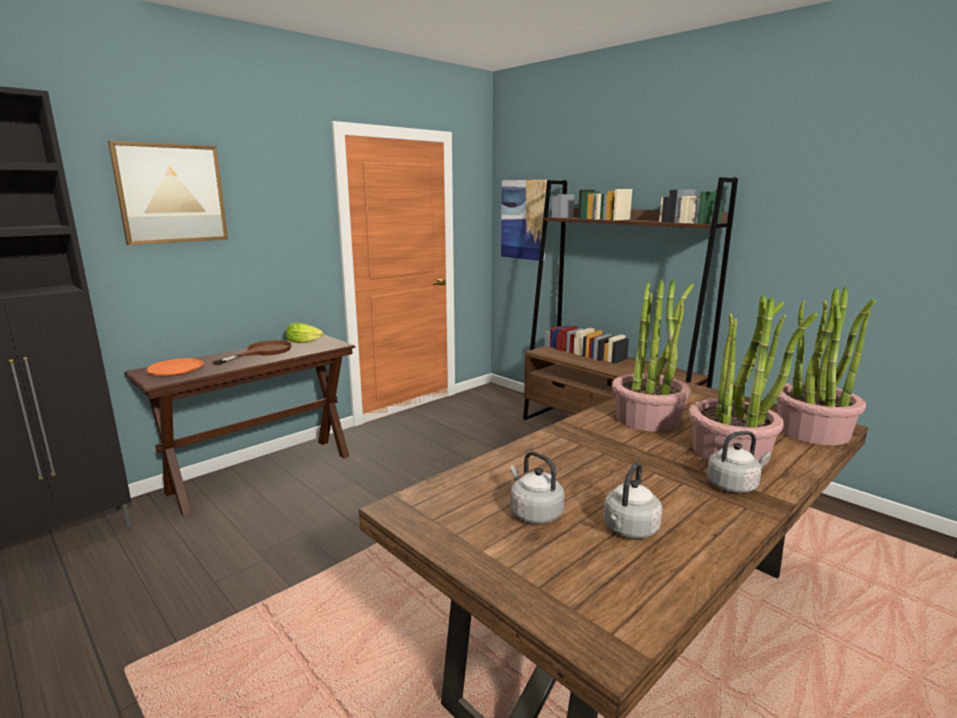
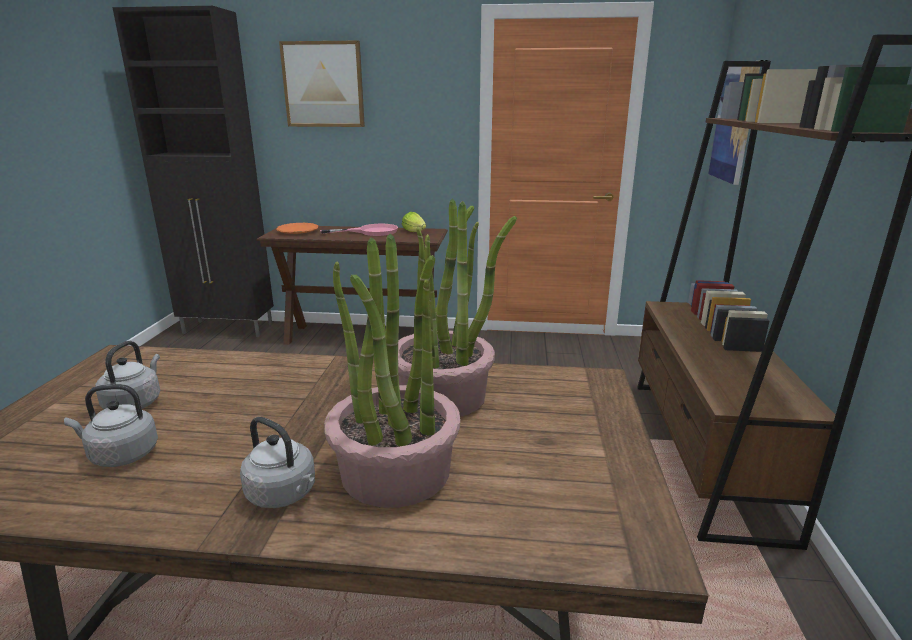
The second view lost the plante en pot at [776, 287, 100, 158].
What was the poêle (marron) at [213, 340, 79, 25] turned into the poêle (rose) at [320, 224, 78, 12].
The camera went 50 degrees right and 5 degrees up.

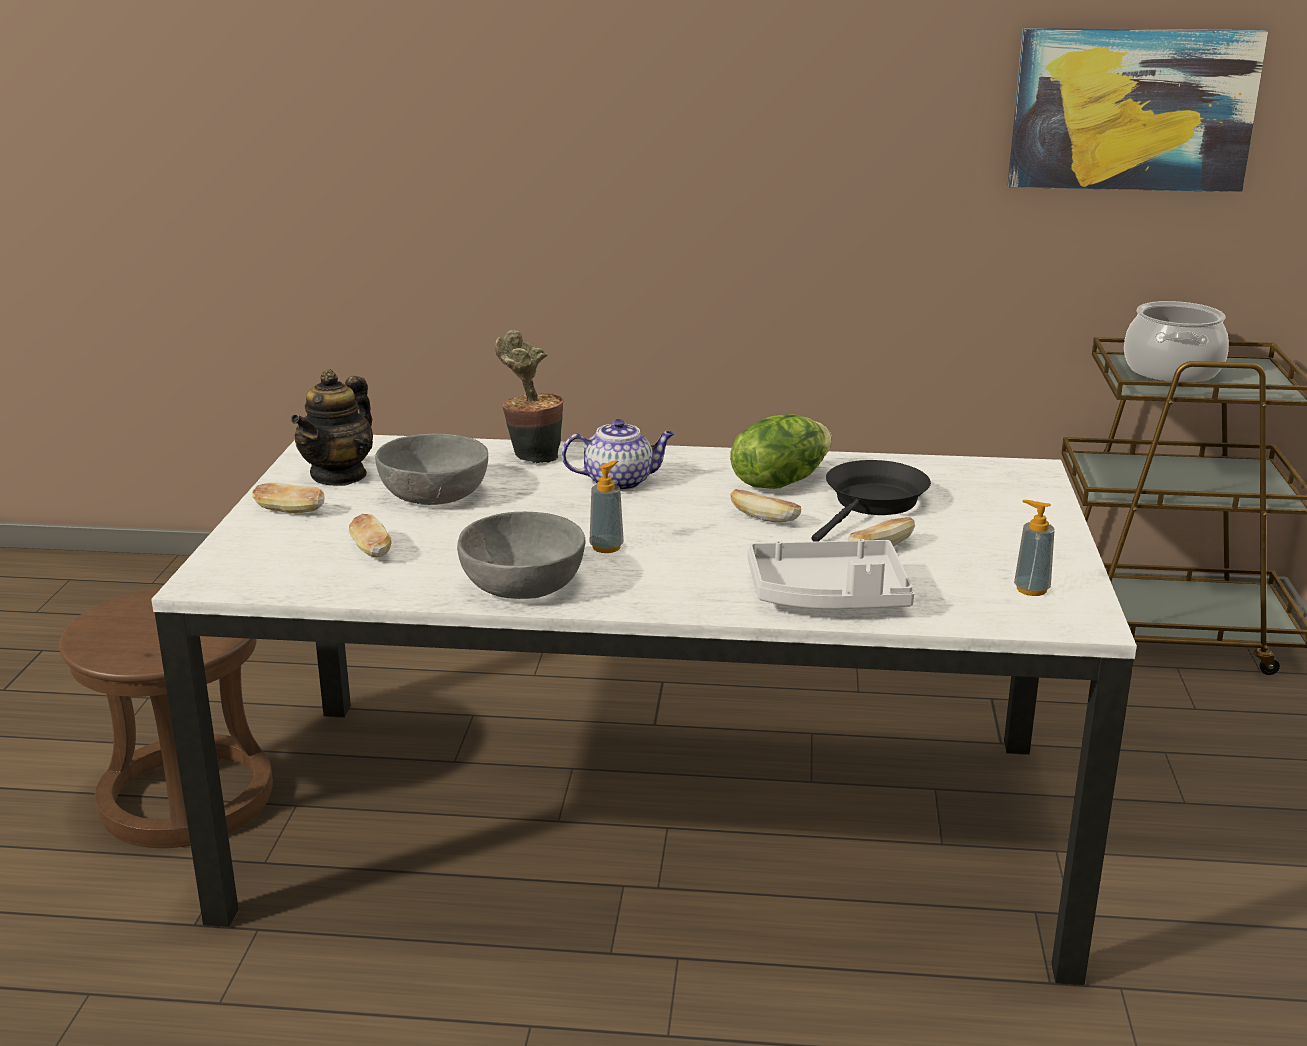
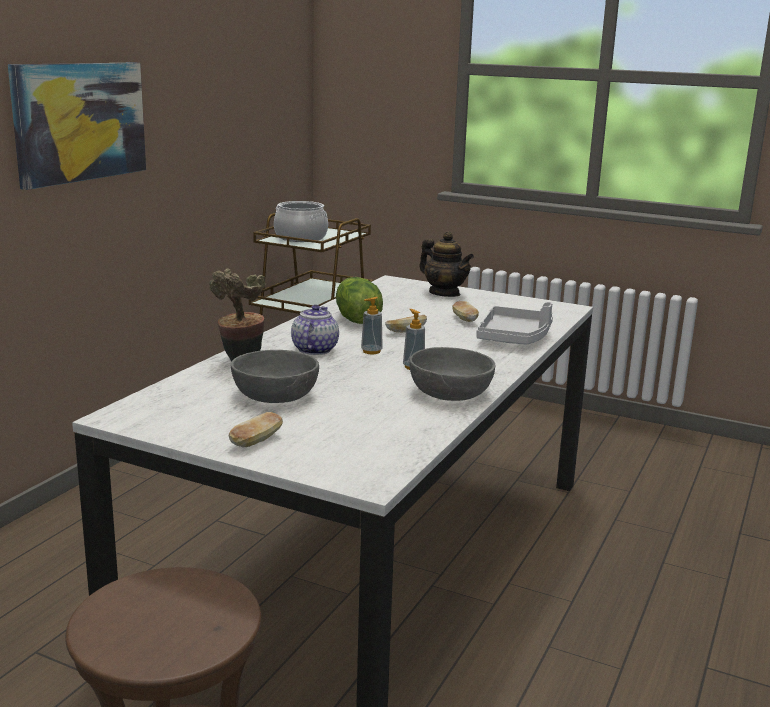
The second view lost the pain at [349, 514, 43, 44].
The second view lost the poêle (noir) at [812, 460, 119, 82].
The théière ended up elsewhere, having gone from [291, 369, 82, 117] to [420, 231, 54, 66].
The tableau ended up elsewhere, having gone from [1008, 28, 260, 164] to [8, 63, 138, 127].
The distributeur de savon ended up elsewhere, having gone from [1014, 500, 41, 96] to [361, 297, 22, 57].
The camera went 70 degrees left and 5 degrees down.

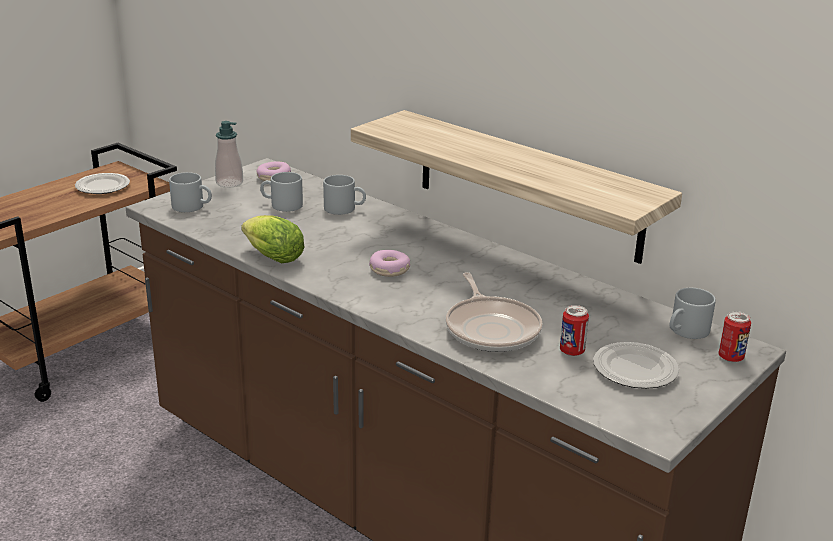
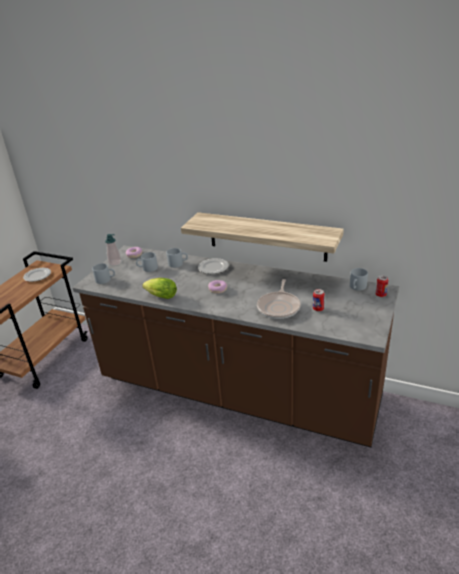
The assiette ended up elsewhere, having gone from [593, 342, 86, 47] to [198, 258, 31, 16].
The poêle at [446, 272, 97, 80] ended up facing another way, 45 degrees clockwise from before.
The camera went 15 degrees left and 5 degrees up.

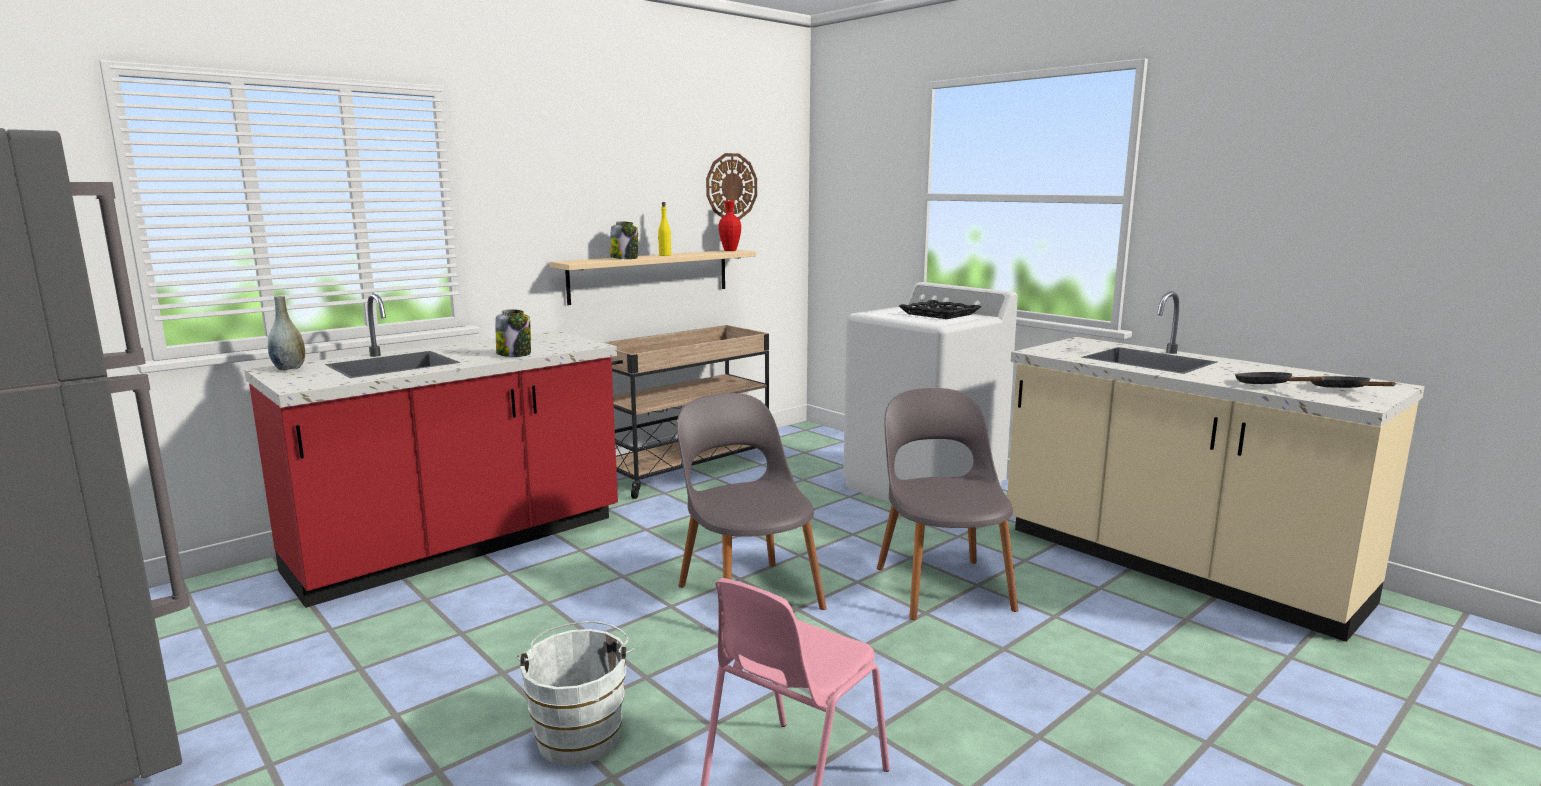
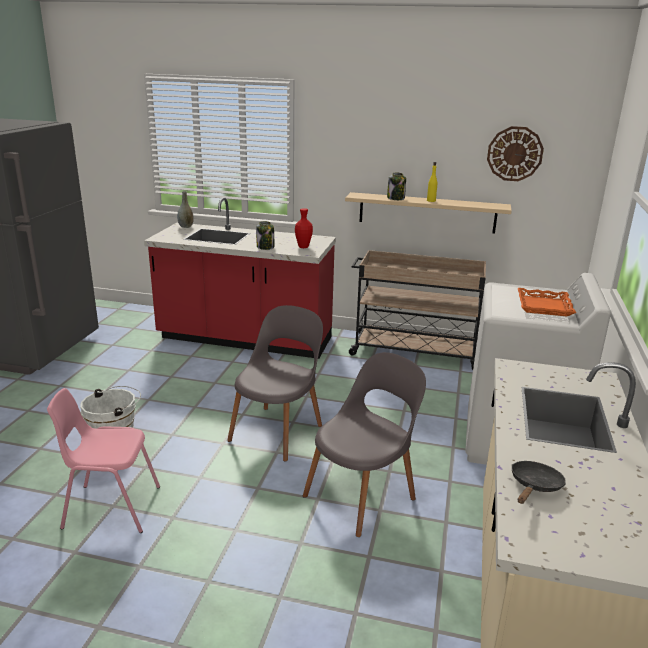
The second view lost the poêle (noir) at [1311, 376, 85, 12].
The vase (rouge) ended up elsewhere, having gone from [719, 201, 22, 50] to [295, 208, 18, 40].
What was the plateau (noir) at [899, 300, 82, 19] turned into the plateau (orange) at [518, 288, 58, 28].
The camera went 55 degrees right and 10 degrees up.

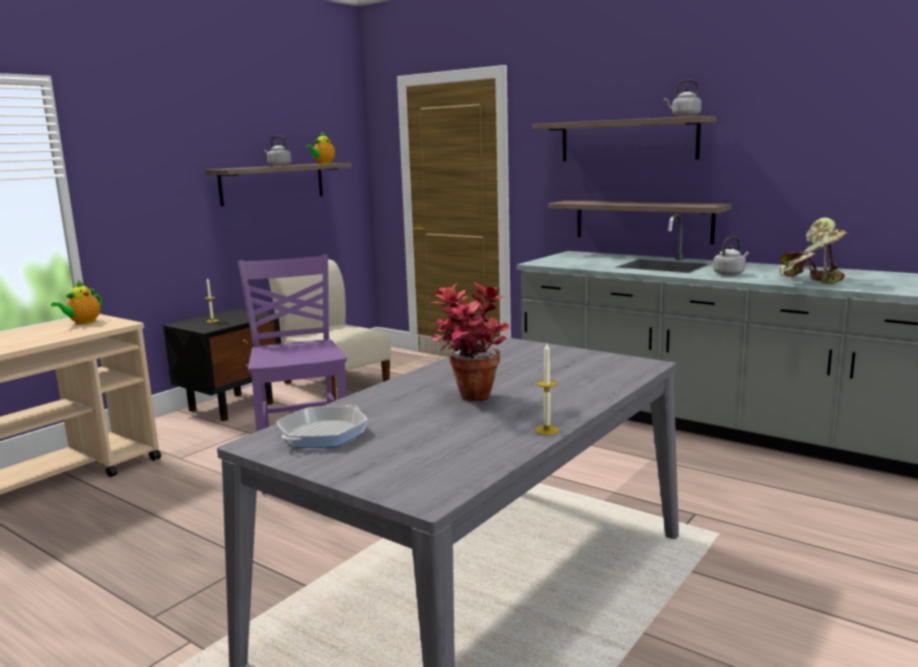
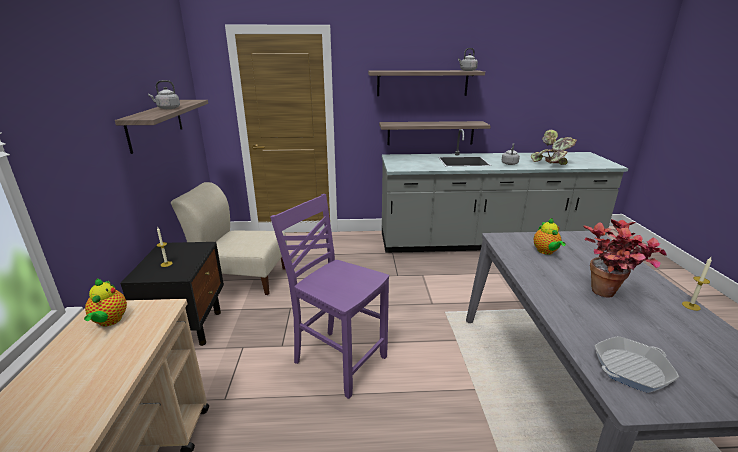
The théière ended up elsewhere, having gone from [306, 132, 29, 32] to [534, 218, 32, 37].
The poêle at [276, 405, 92, 43] ended up facing another way, 75 degrees clockwise from before.
The camera went 40 degrees left and 10 degrees up.

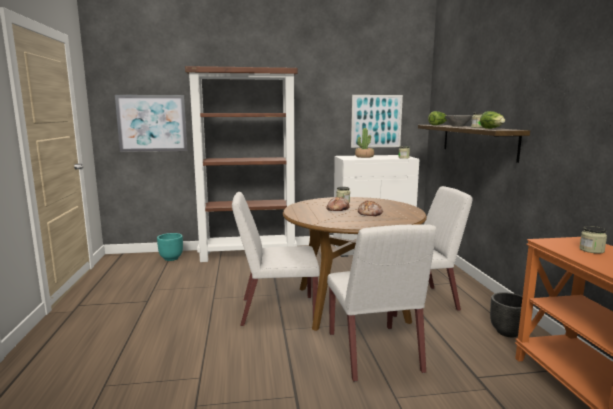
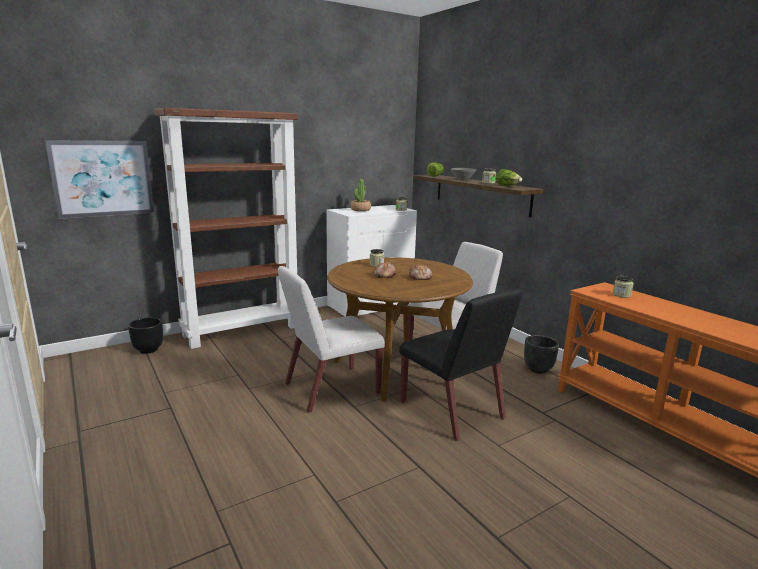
The second view lost the tableau at [351, 95, 52, 53].
What was the cache-pot (turquoise) at [157, 233, 26, 28] turned into the cache-pot (noir) at [128, 317, 35, 37].
What was the chaise (blanc) at [327, 224, 109, 158] turned into the chaise (noir) at [399, 289, 123, 152].
The camera went 25 degrees left and 5 degrees up.

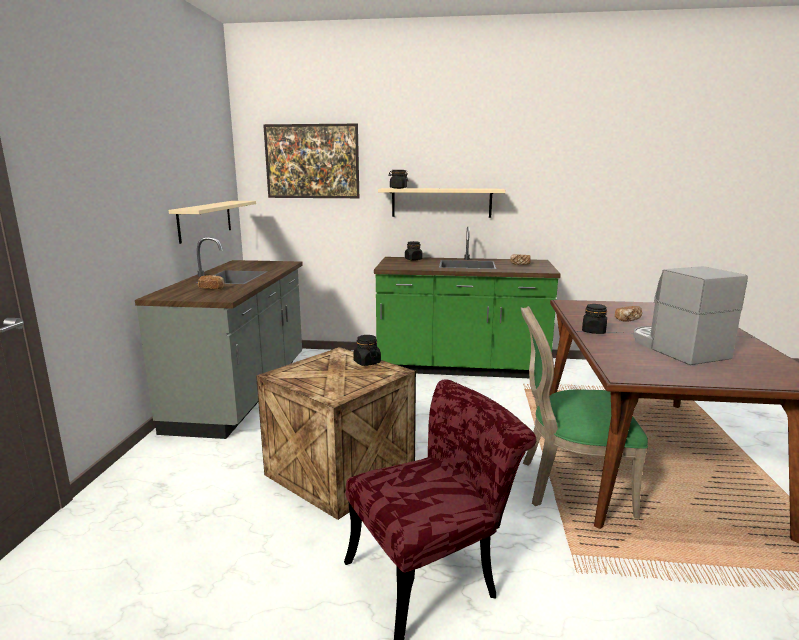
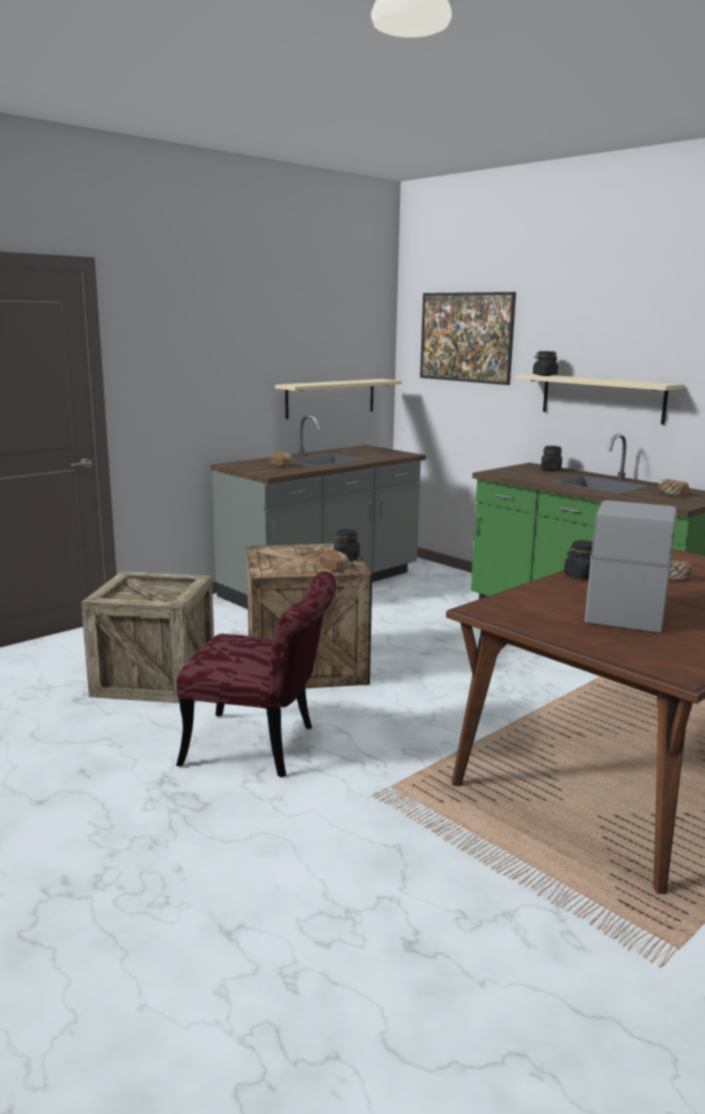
The second view lost the chaise (vert) at [521, 306, 127, 213].
The second view gained the caisse at [81, 571, 133, 132].
The second view gained the pain at [319, 550, 30, 21].
The camera went 40 degrees right and 0 degrees up.

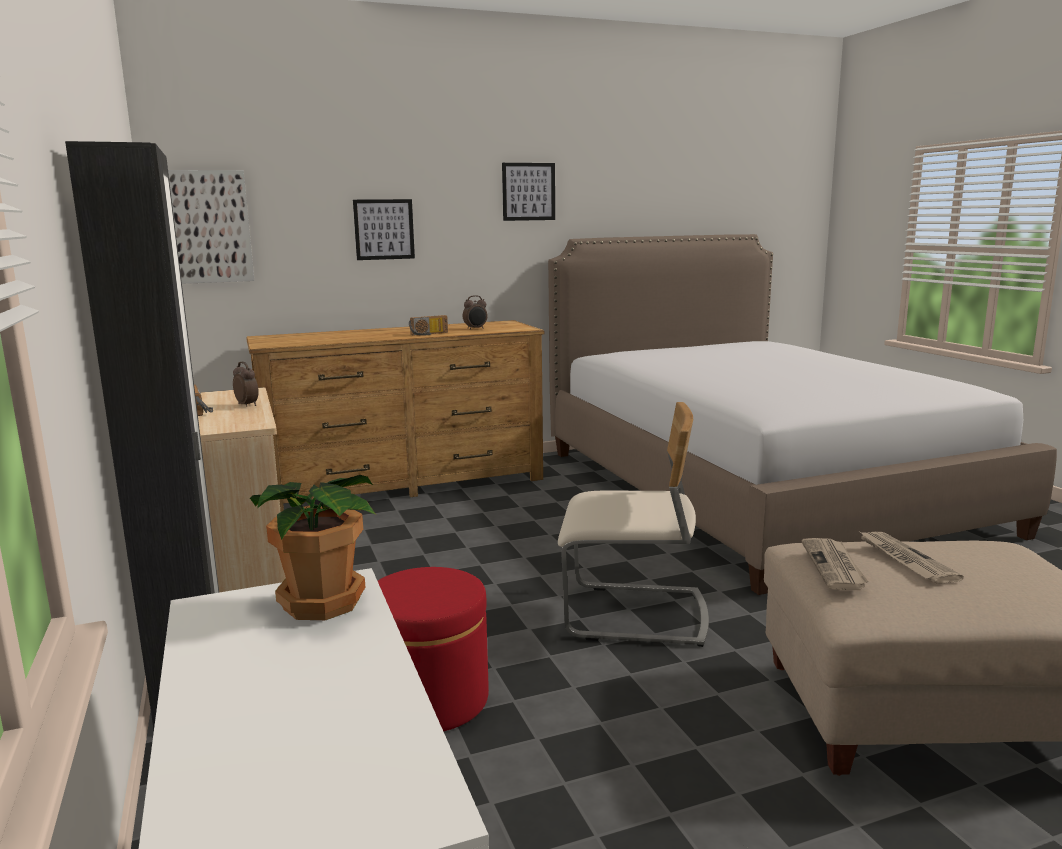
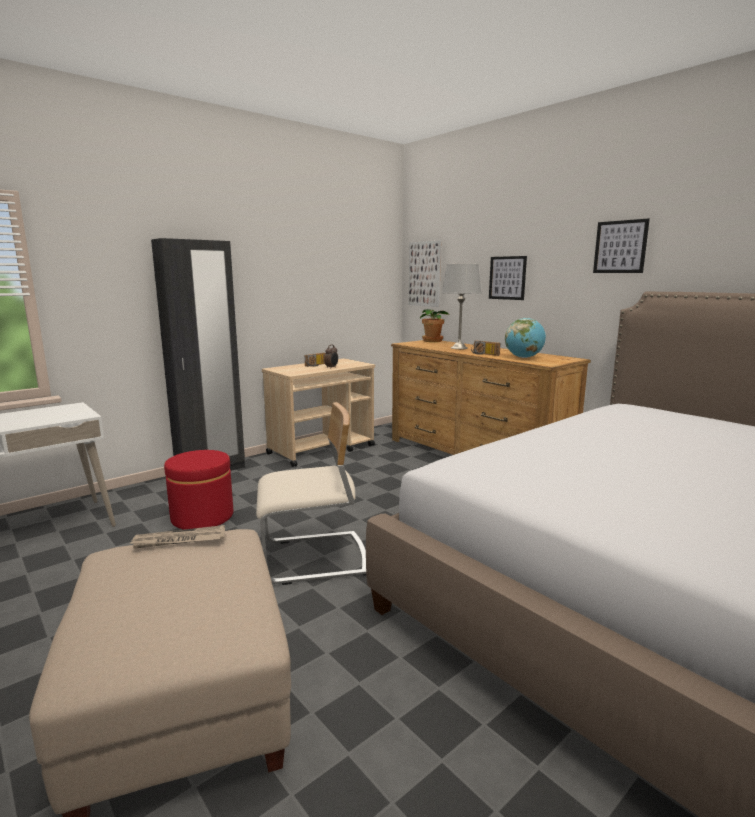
The second view lost the journal at [860, 532, 103, 52].
The second view gained the lampe de table (gris) at [442, 264, 39, 85].
The plante en pot ended up elsewhere, having gone from [250, 475, 125, 145] to [420, 309, 30, 33].
Where the réveil stood at [463, 295, 24, 35], the globe came to stand at [505, 318, 41, 40].
The chaise (beige) at [558, 402, 151, 245] ended up facing another way, 90 degrees counterclockwise from before.
The camera went 70 degrees right and 0 degrees up.

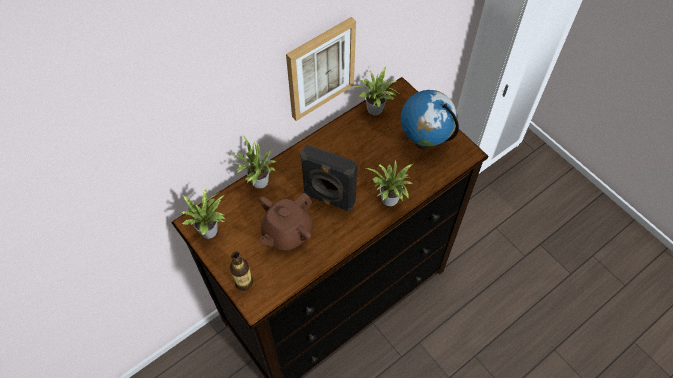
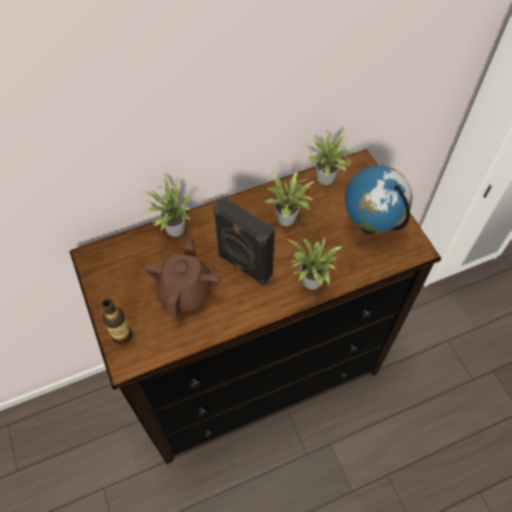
The second view lost the tableau at [286, 17, 70, 104].
The plante en pot ended up elsewhere, having gone from [180, 189, 45, 50] to [265, 171, 50, 55].
The théière (marron) at [258, 193, 54, 58] ended up facing another way, 135 degrees clockwise from before.
The camera went 15 degrees right and 0 degrees up.

